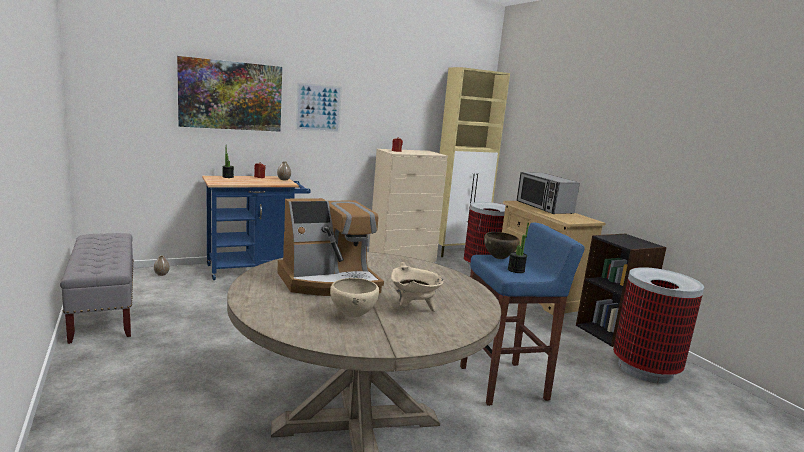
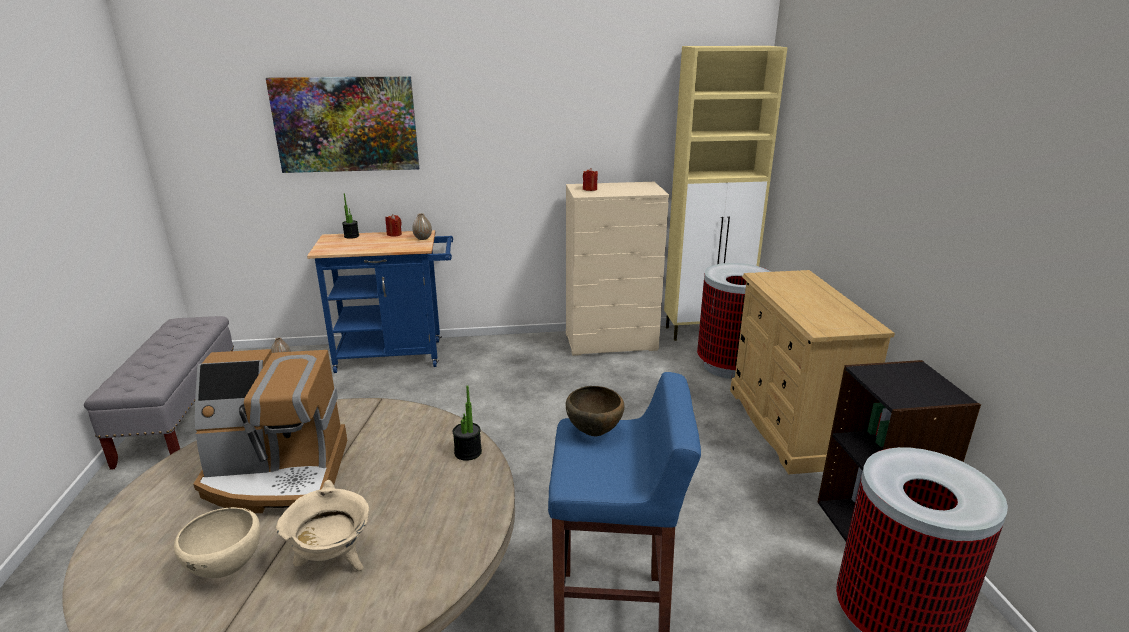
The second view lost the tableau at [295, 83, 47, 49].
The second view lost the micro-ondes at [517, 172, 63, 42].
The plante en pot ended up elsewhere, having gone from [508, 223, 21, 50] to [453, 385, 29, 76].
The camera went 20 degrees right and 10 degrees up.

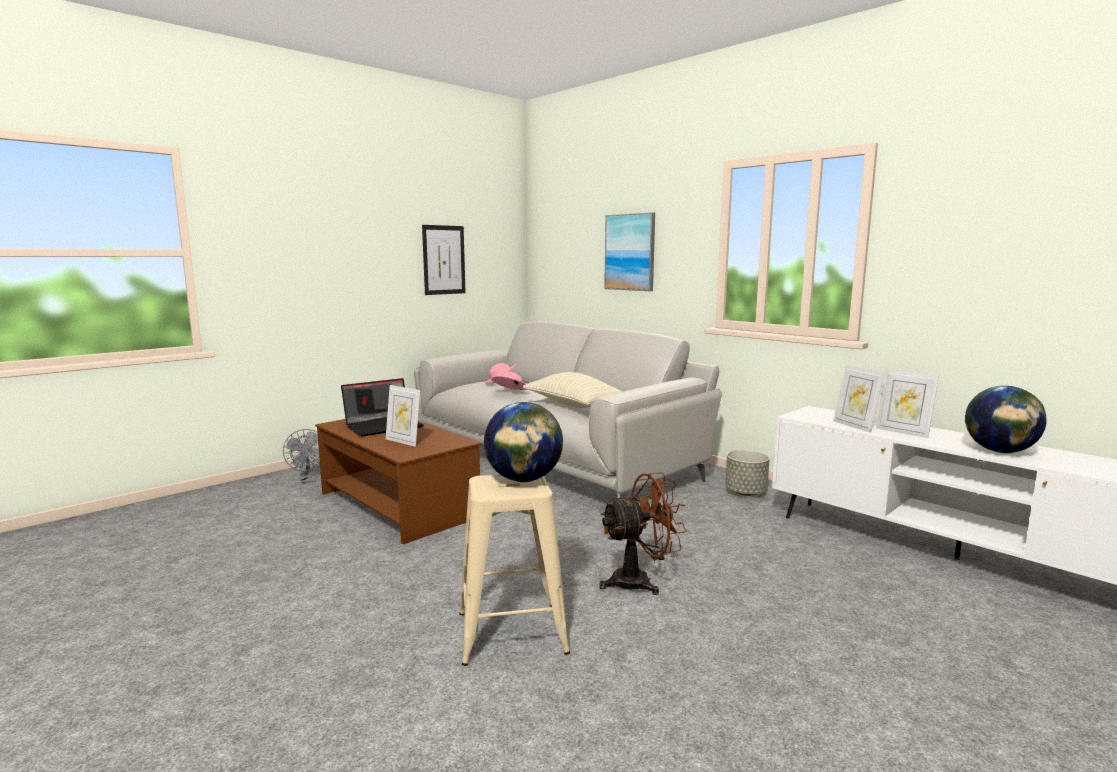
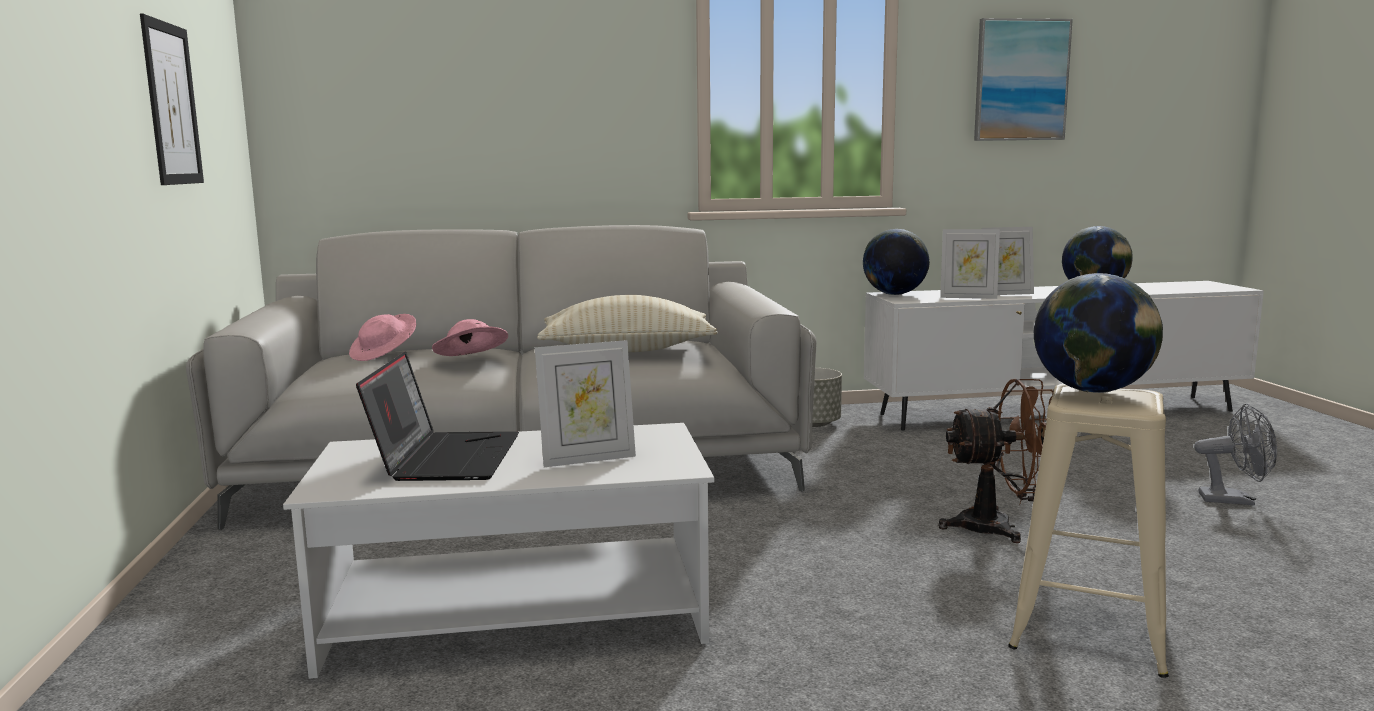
The second view gained the globe at [863, 229, 67, 66].
The ventilateur (gris) ended up elsewhere, having gone from [283, 429, 37, 54] to [1194, 403, 83, 102].
The tableau ended up elsewhere, having gone from [604, 212, 51, 79] to [974, 18, 99, 123].
What was the table basse (marron) at [315, 419, 167, 125] turned into the table basse (blanc) at [283, 423, 431, 256].
The ventilateur (marron) at [599, 472, 88, 123] ended up facing another way, 75 degrees clockwise from before.
The camera went 55 degrees left and 0 degrees up.

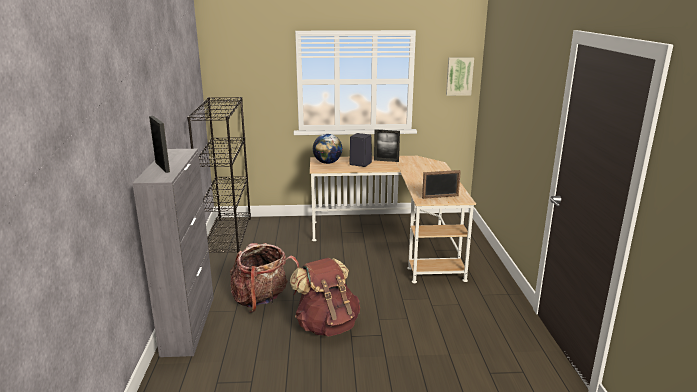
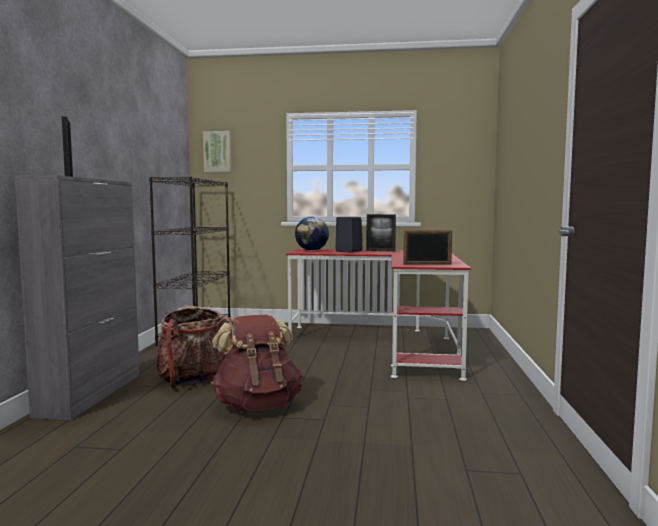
The tableau ended up elsewhere, having gone from [446, 57, 28, 39] to [203, 131, 28, 41].
What was the bureau (beige) at [310, 156, 166, 127] turned into the bureau (rouge) at [286, 249, 185, 132].
The camera went 10 degrees right and 15 degrees down.

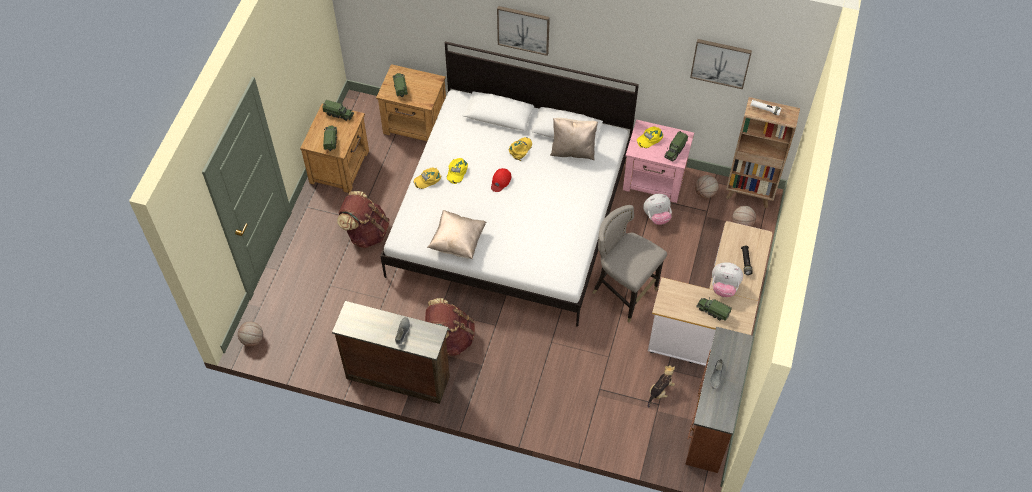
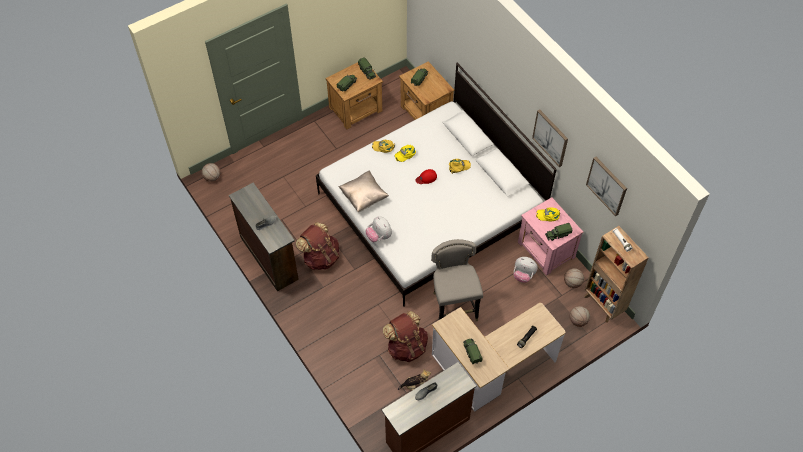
The second view lost the coussin (beige) at [550, 118, 48, 42].
The sac à dos (marron) ended up elsewhere, having gone from [337, 191, 53, 57] to [383, 311, 45, 51].
The tableau ended up elsewhere, having gone from [497, 6, 53, 50] to [532, 109, 36, 58].
The peluche ended up elsewhere, having gone from [712, 262, 31, 35] to [366, 216, 26, 26].
The camera went 40 degrees right and 0 degrees up.

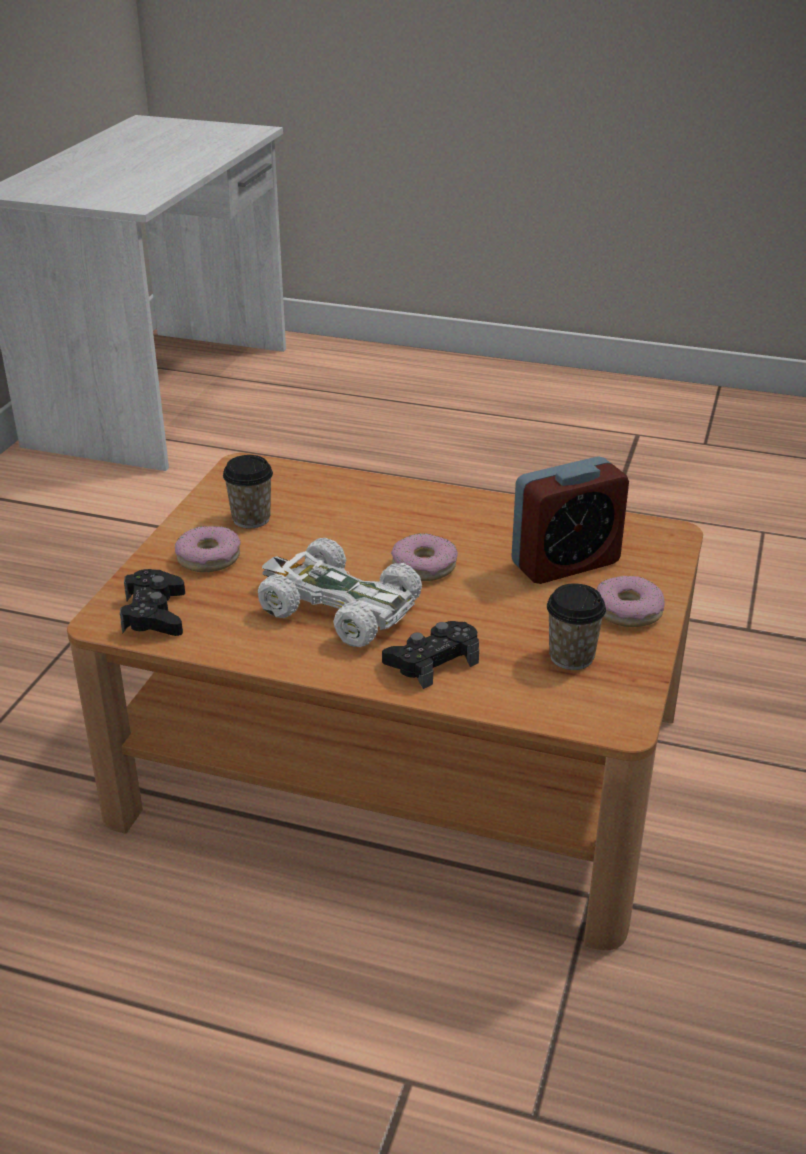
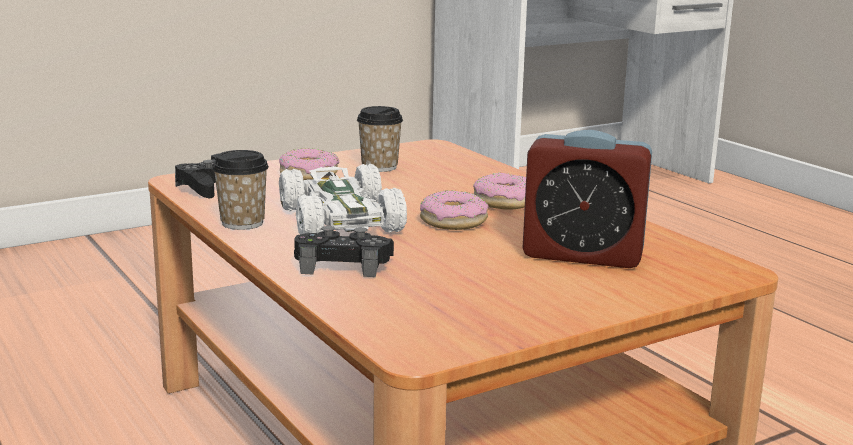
The tasse ended up elsewhere, having gone from [547, 583, 59, 87] to [212, 150, 57, 80].
The beignet ended up elsewhere, having gone from [597, 576, 68, 51] to [473, 173, 53, 36].
The camera went 40 degrees right and 15 degrees down.

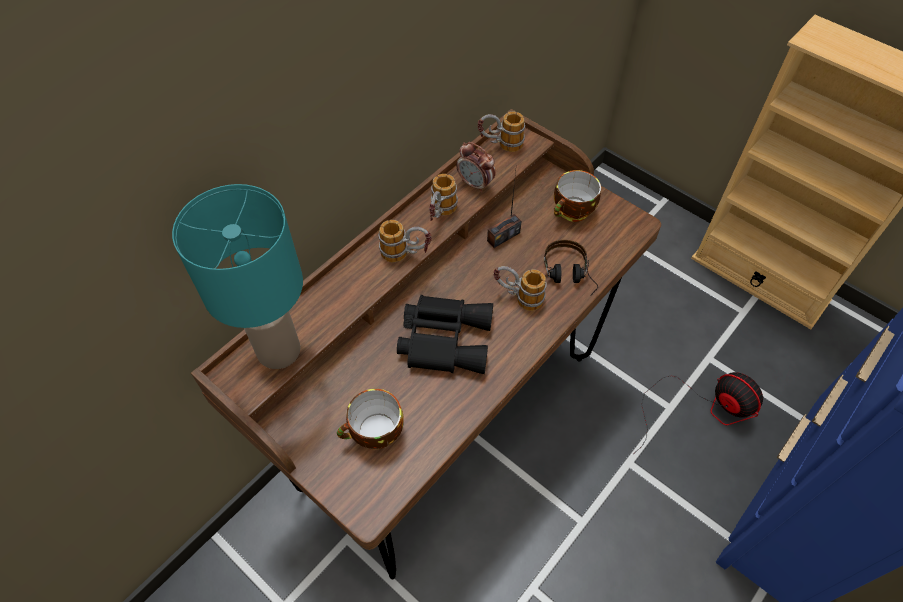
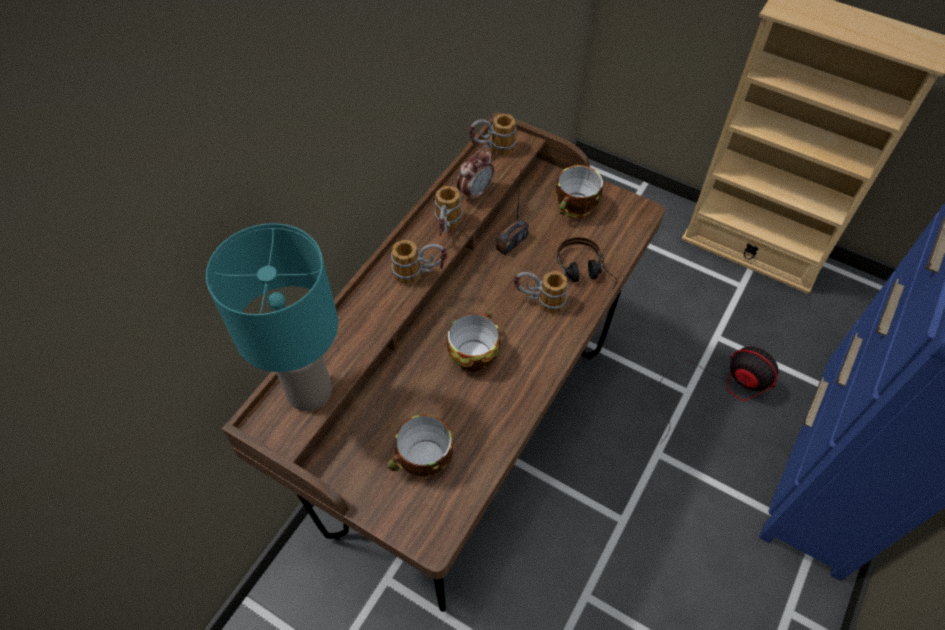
Where the jumelles (noir) stood at [397, 295, 96, 79], the tasse came to stand at [447, 312, 54, 60].
The réveil at [456, 142, 40, 51] ended up facing another way, 75 degrees counterclockwise from before.
The camera went 10 degrees left and 0 degrees up.

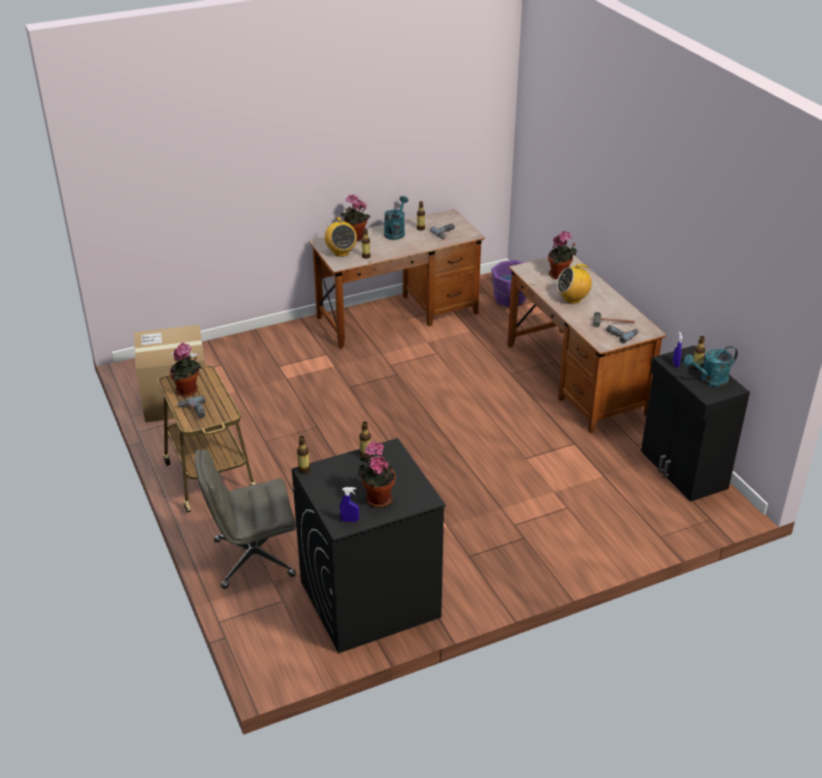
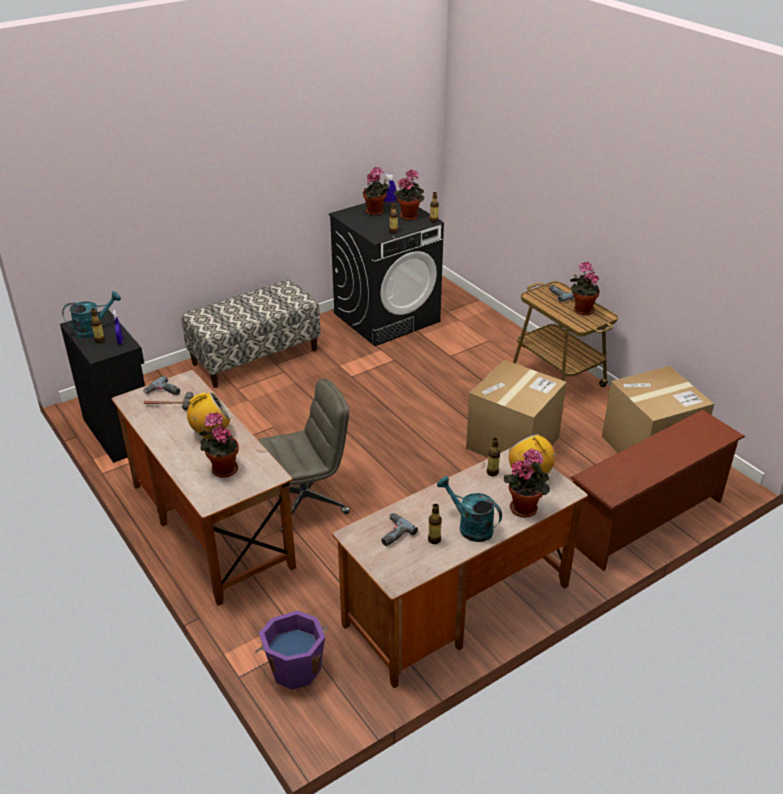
The second view gained the banc at [181, 280, 140, 108].
The second view gained the plante en pot at [394, 170, 30, 50].
The second view gained the carton at [466, 360, 101, 98].
The second view gained the étagère à chaussures (marron) at [570, 410, 175, 161].
The chaise de bureau (gris) ended up elsewhere, having gone from [195, 449, 101, 140] to [257, 379, 93, 154].
The arrosoir (turquoise) at [384, 196, 24, 44] ended up facing another way, 120 degrees clockwise from before.
The camera went 170 degrees right and 0 degrees up.

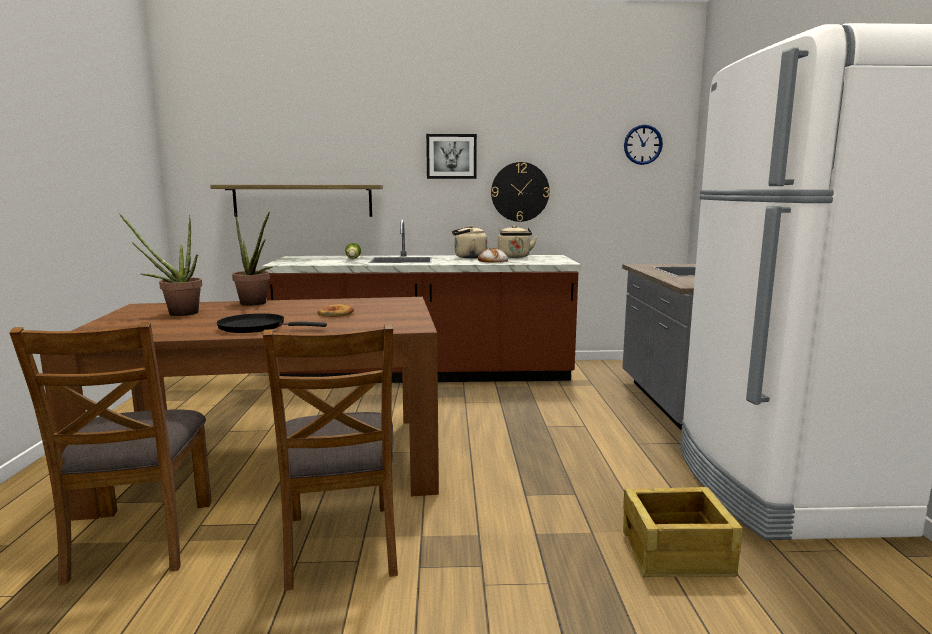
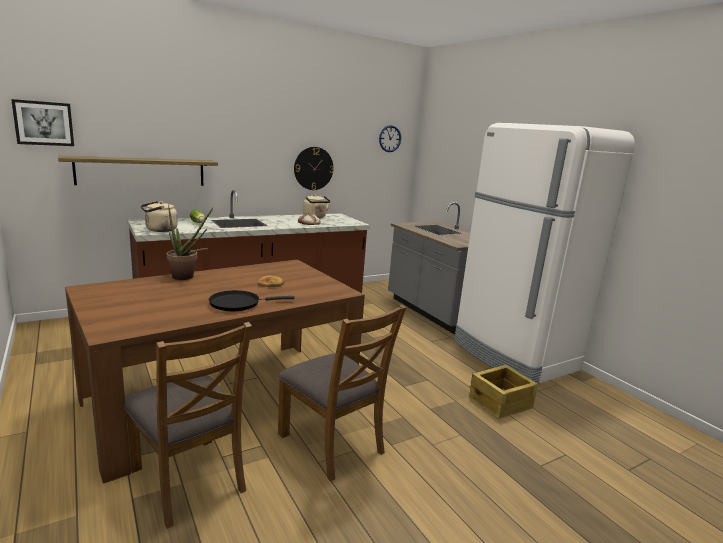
The second view lost the plante en pot at [119, 213, 83, 103].
The tableau ended up elsewhere, having gone from [426, 134, 51, 45] to [11, 99, 63, 47].
The bouilloire (beige) ended up elsewhere, having gone from [452, 225, 35, 33] to [141, 201, 37, 31].
The camera went 30 degrees left and 5 degrees up.

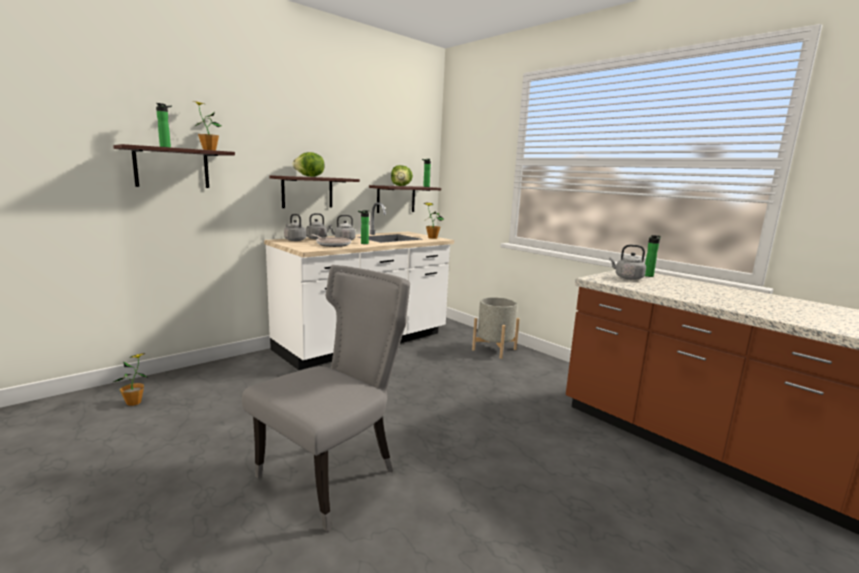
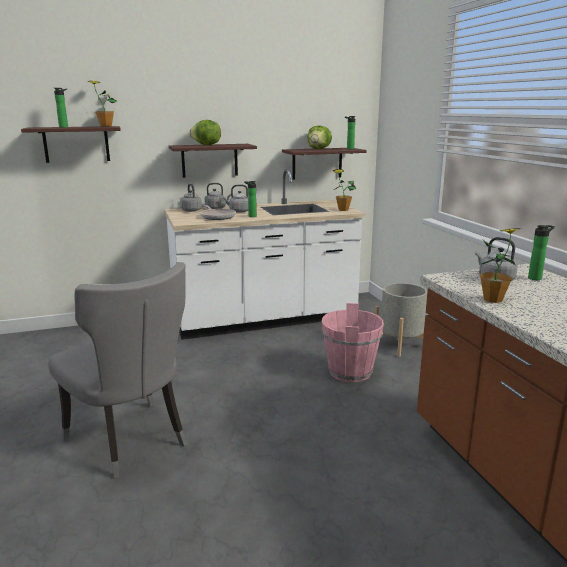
The second view gained the seau (rose) at [321, 303, 63, 79].
The plante en pot ended up elsewhere, having gone from [114, 353, 35, 53] to [480, 228, 41, 75].
The chaise (gris) at [242, 265, 168, 267] ended up facing another way, 75 degrees clockwise from before.
The camera went 25 degrees right and 5 degrees up.

